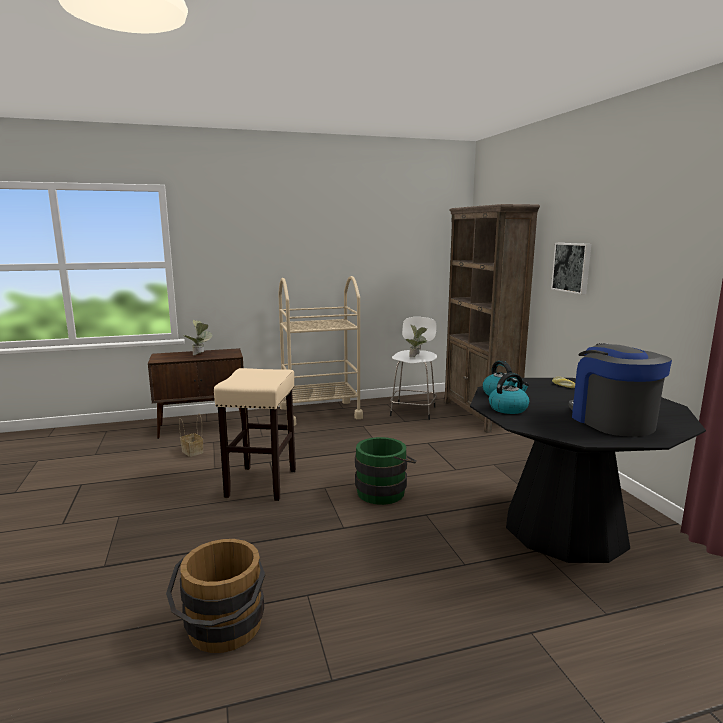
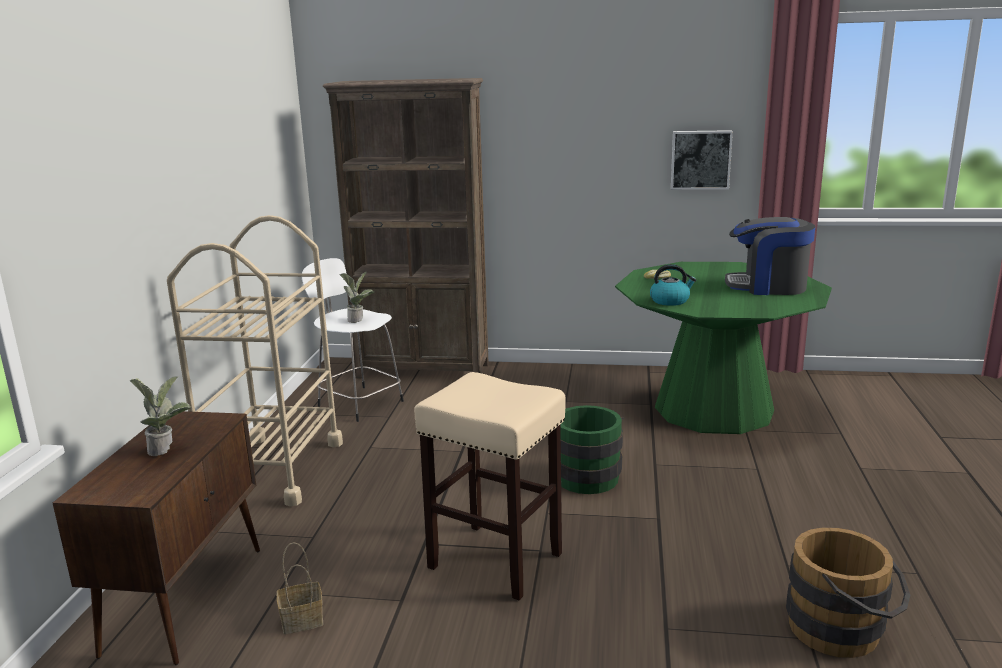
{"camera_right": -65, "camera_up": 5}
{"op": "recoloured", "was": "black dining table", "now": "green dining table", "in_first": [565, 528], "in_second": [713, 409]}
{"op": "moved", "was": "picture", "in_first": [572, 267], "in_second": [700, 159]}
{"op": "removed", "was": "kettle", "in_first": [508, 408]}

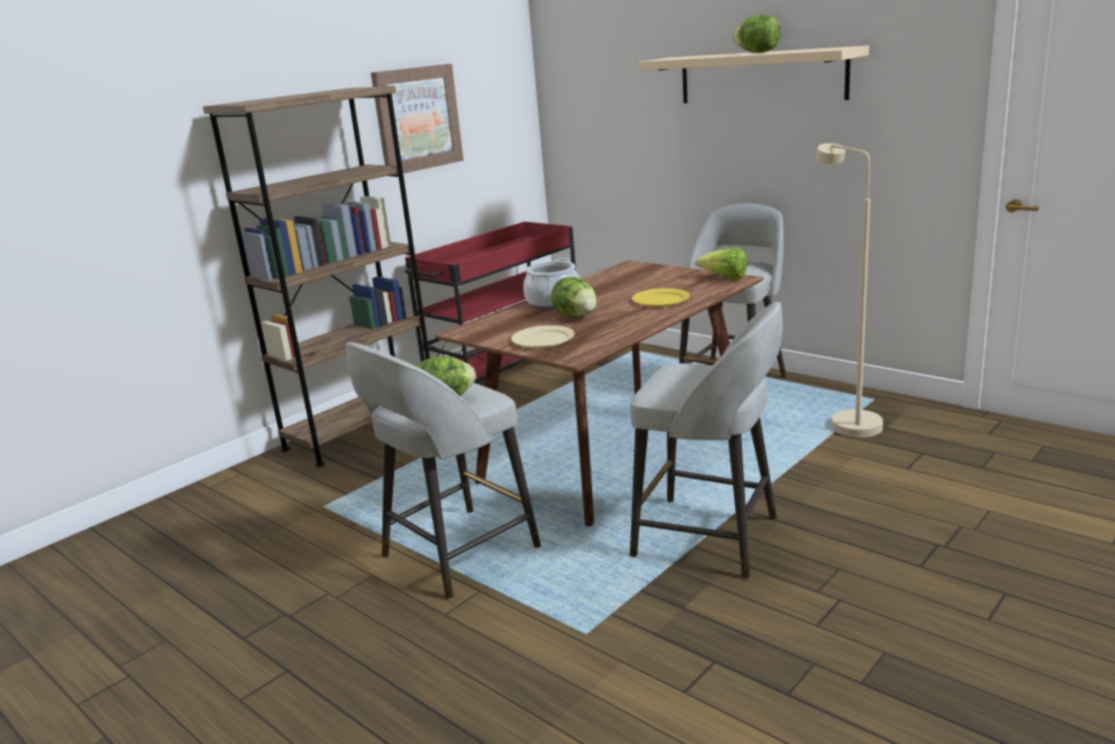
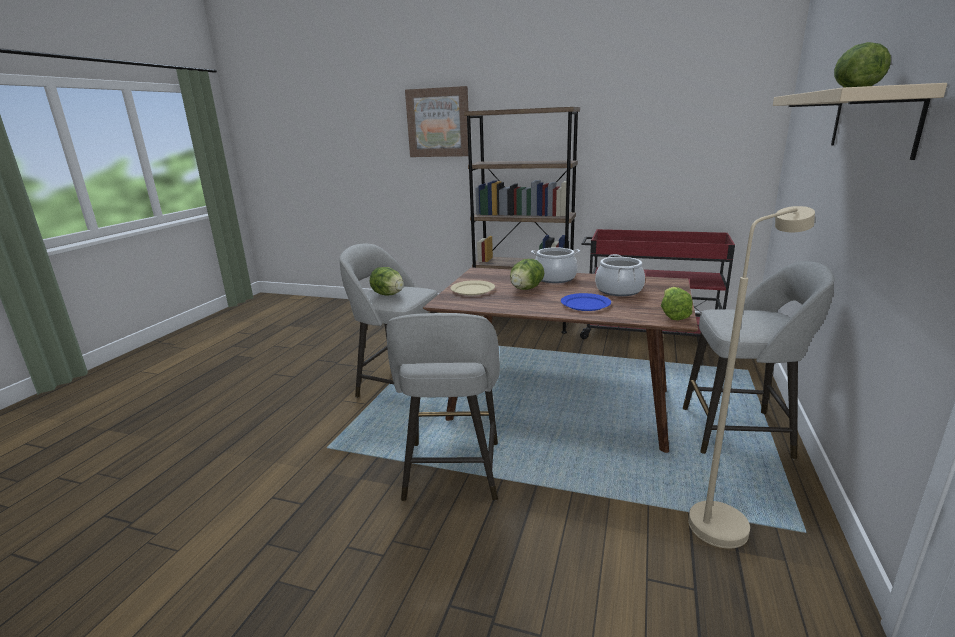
{"camera_right": 65, "camera_up": 0}
{"op": "moved", "was": "picture", "in_first": [417, 119], "in_second": [438, 123]}
{"op": "recoloured", "was": "yellow plate", "now": "blue plate", "in_first": [660, 300], "in_second": [585, 304]}
{"op": "added", "now": "cooking pot", "in_second": [619, 290]}

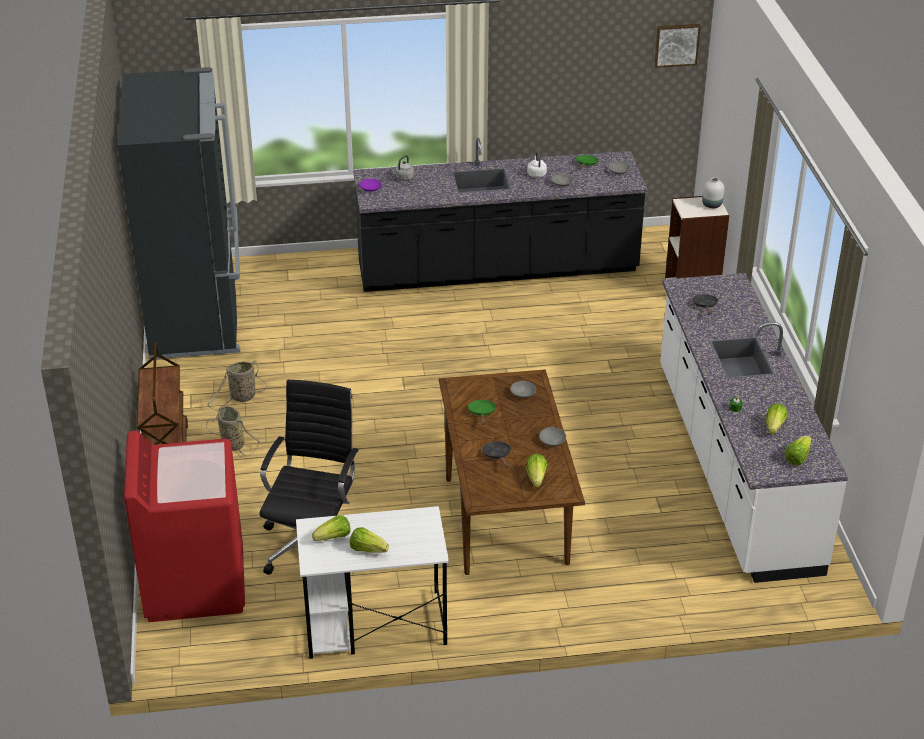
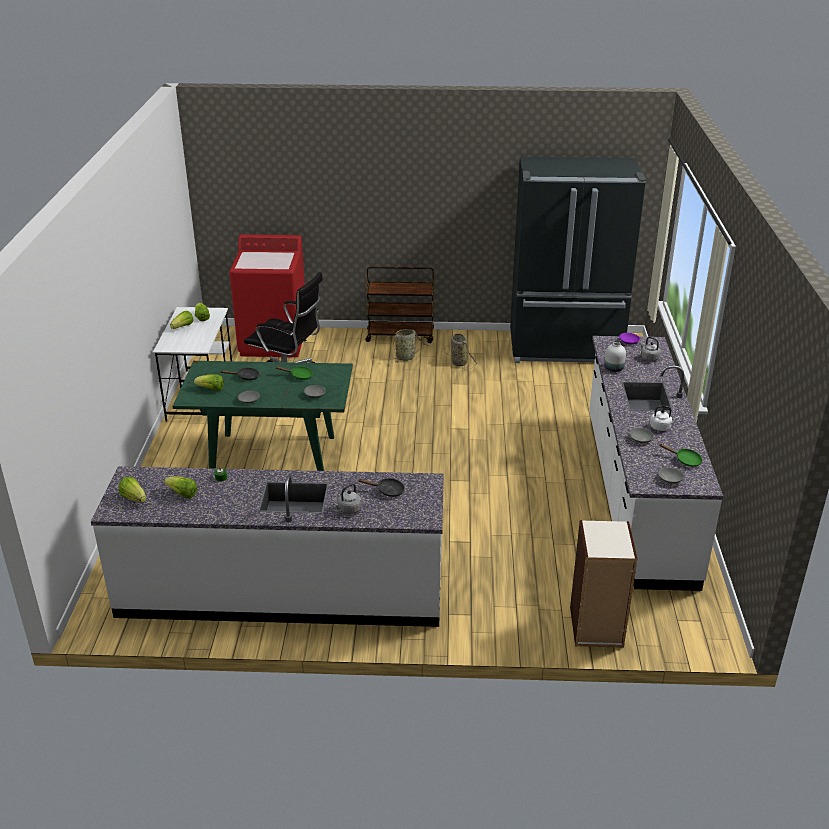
{"camera_right": 100, "camera_up": -5}
{"op": "recoloured", "was": "brown dining table", "now": "green dining table", "in_first": [506, 521], "in_second": [272, 458]}
{"op": "added", "now": "grey kettle", "in_second": [348, 510]}
{"op": "recoloured", "was": "black counter", "now": "white counter", "in_first": [497, 269], "in_second": [636, 495]}
{"op": "moved", "was": "white vase", "in_first": [712, 205], "in_second": [613, 369]}
{"op": "removed", "was": "picture", "in_first": [676, 44]}

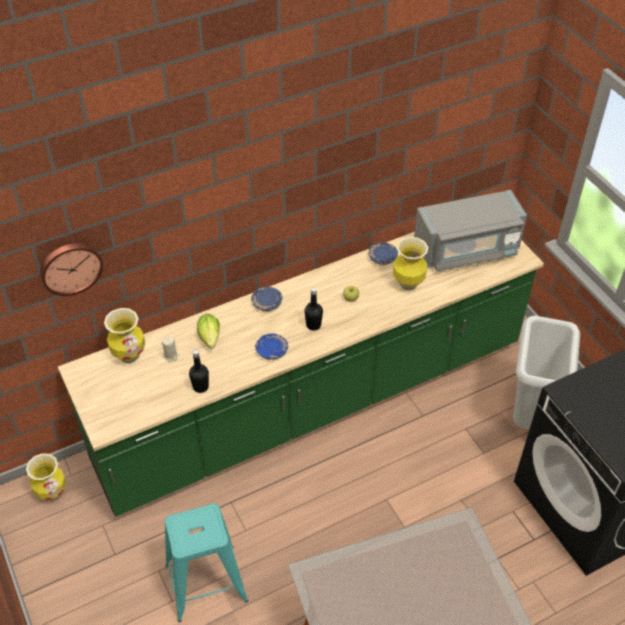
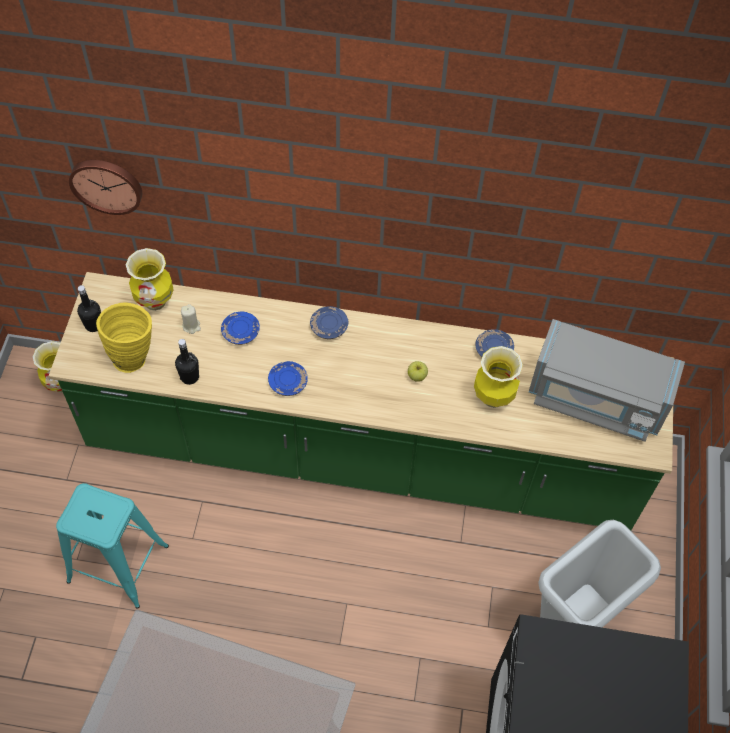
{"camera_right": 35, "camera_up": 10}
{"op": "moved", "was": "black bottle", "in_first": [313, 325], "in_second": [94, 325]}
{"op": "added", "now": "yellow vase", "in_second": [133, 355]}
{"op": "replaced", "was": "lettuce", "now": "blue plate", "in_first": [210, 339], "in_second": [241, 332]}

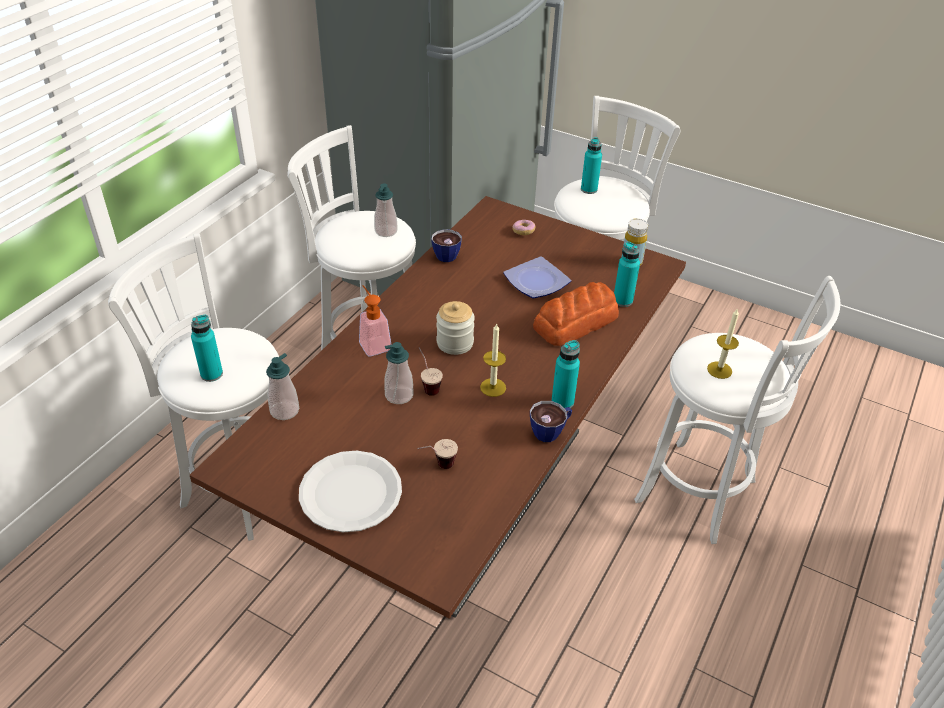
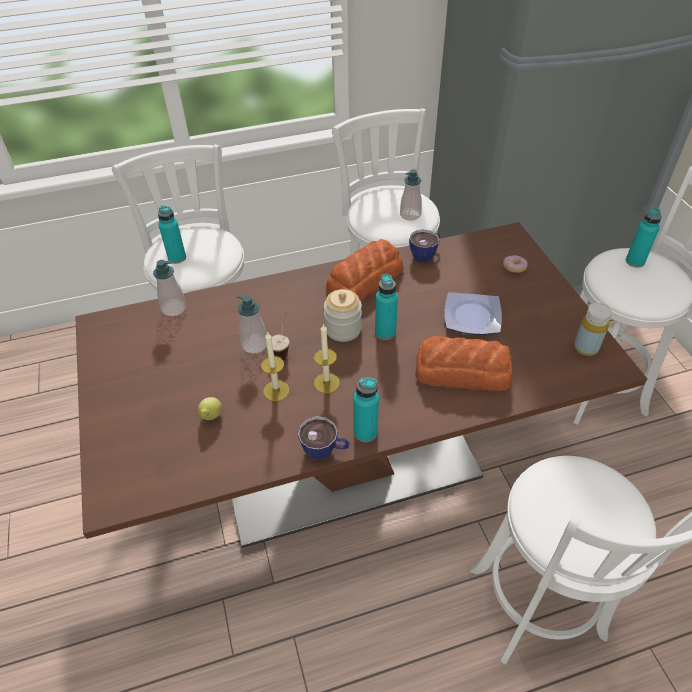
{"camera_right": 45, "camera_up": 5}
{"op": "replaced", "was": "cup", "now": "lemon", "in_first": [437, 467], "in_second": [211, 417]}
{"op": "moved", "was": "candle", "in_first": [719, 370], "in_second": [276, 391]}
{"op": "added", "now": "bread", "in_second": [364, 280]}
{"op": "moved", "was": "turquoise bottle", "in_first": [622, 300], "in_second": [385, 332]}
{"op": "removed", "was": "white plate", "in_first": [351, 492]}
{"op": "removed", "was": "soap dispenser", "in_first": [373, 343]}

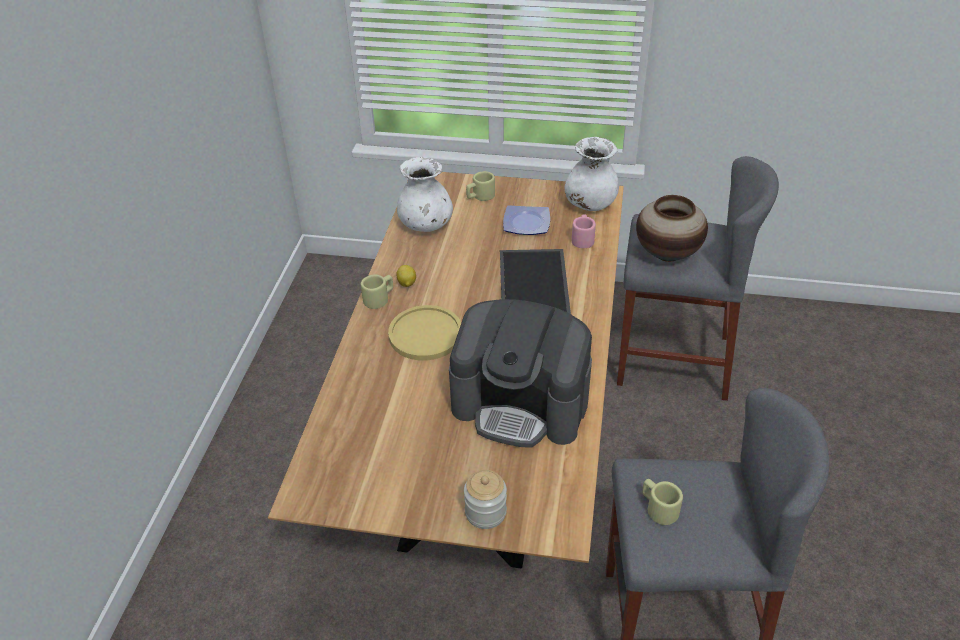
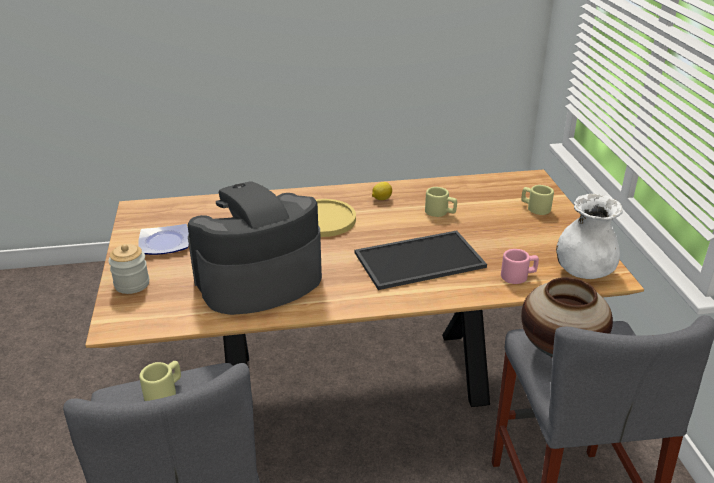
{"camera_right": 70, "camera_up": -10}
{"op": "moved", "was": "plate", "in_first": [527, 224], "in_second": [163, 244]}
{"op": "turned", "was": "coffee machine", "in_first": [521, 403], "in_second": [258, 280], "clockwise": 60}
{"op": "moved", "was": "beige mug", "in_first": [379, 298], "in_second": [440, 212]}
{"op": "removed", "was": "white vase", "in_first": [426, 225]}

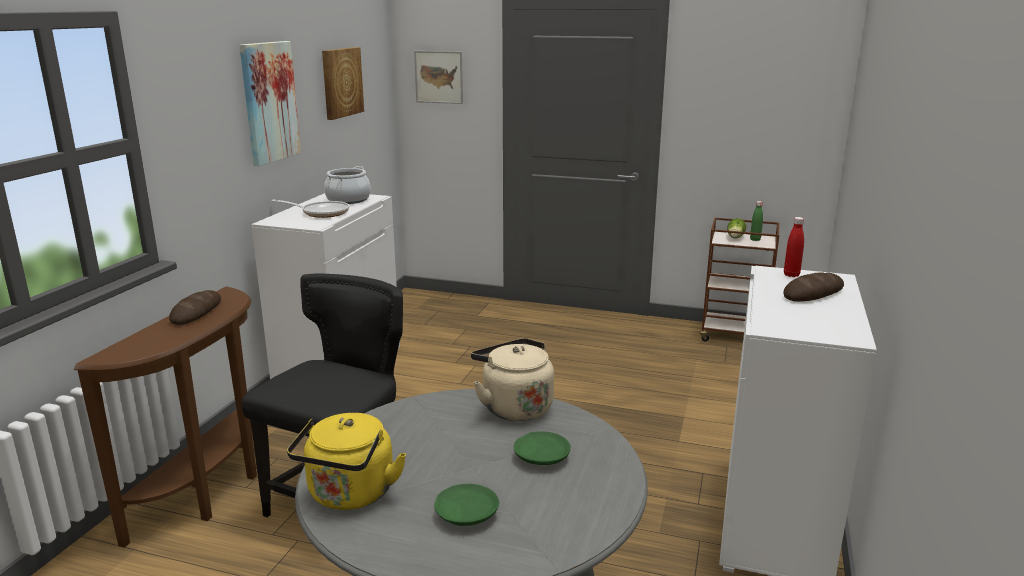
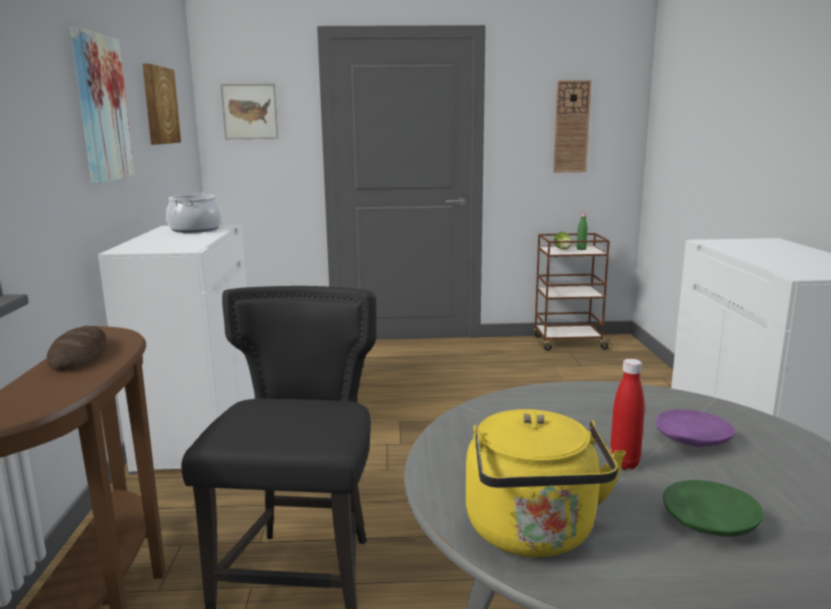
{"camera_right": -20, "camera_up": -5}
{"op": "added", "now": "wall clock", "in_second": [571, 127]}
{"op": "moved", "was": "red bottle", "in_first": [791, 275], "in_second": [624, 464]}
{"op": "recoloured", "was": "green plate", "now": "purple plate", "in_first": [541, 456], "in_second": [691, 438]}
{"op": "removed", "was": "frying pan", "in_first": [321, 213]}
{"op": "removed", "was": "beige kettle", "in_first": [514, 407]}
{"op": "removed", "was": "bread", "in_first": [813, 293]}

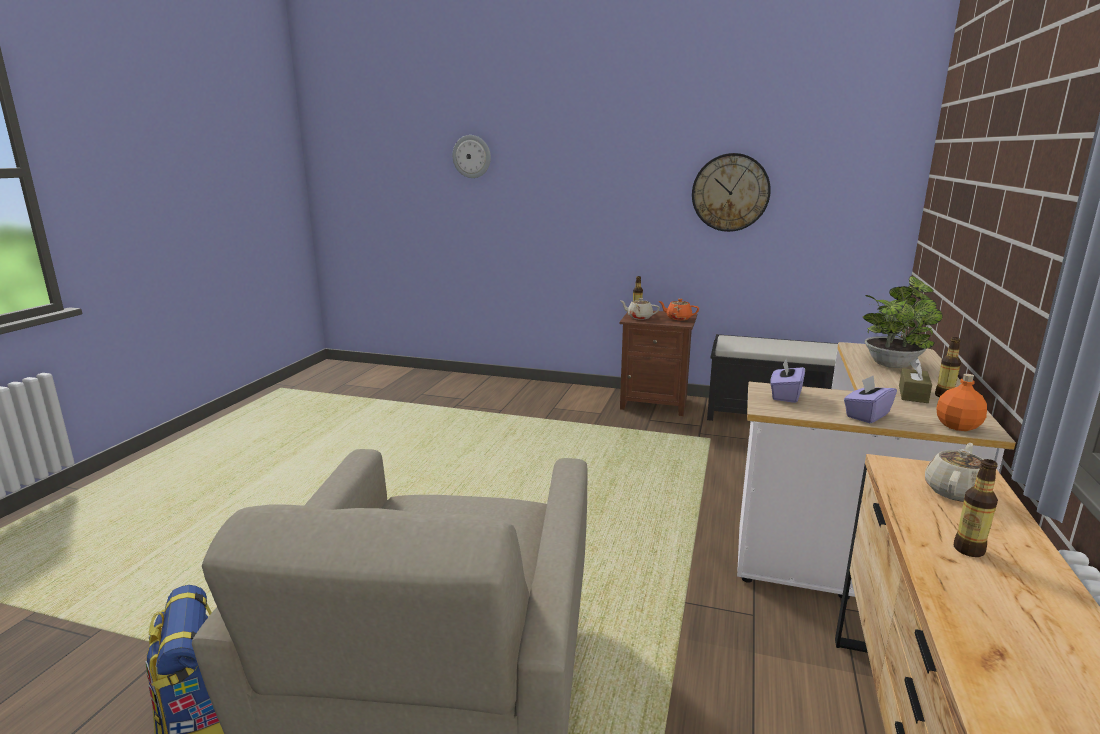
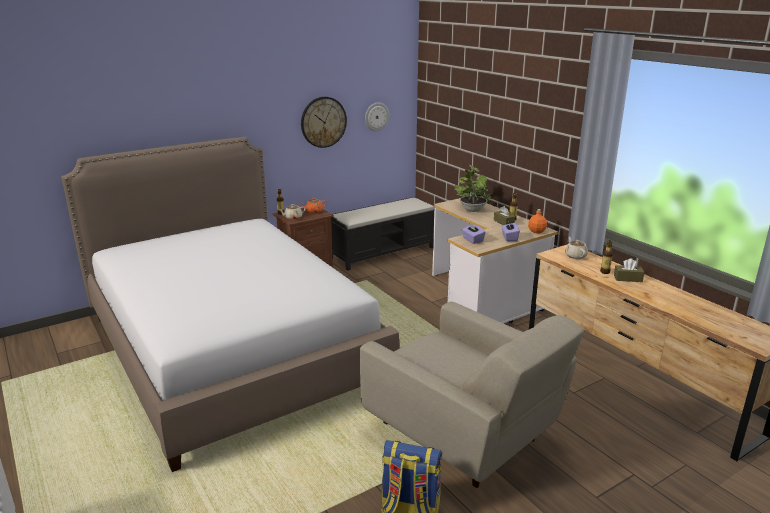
{"camera_right": -50, "camera_up": 5}
{"op": "added", "now": "bed", "in_second": [231, 349]}
{"op": "moved", "was": "wall clock", "in_first": [472, 156], "in_second": [376, 116]}
{"op": "added", "now": "brown tissue box", "in_second": [628, 278]}

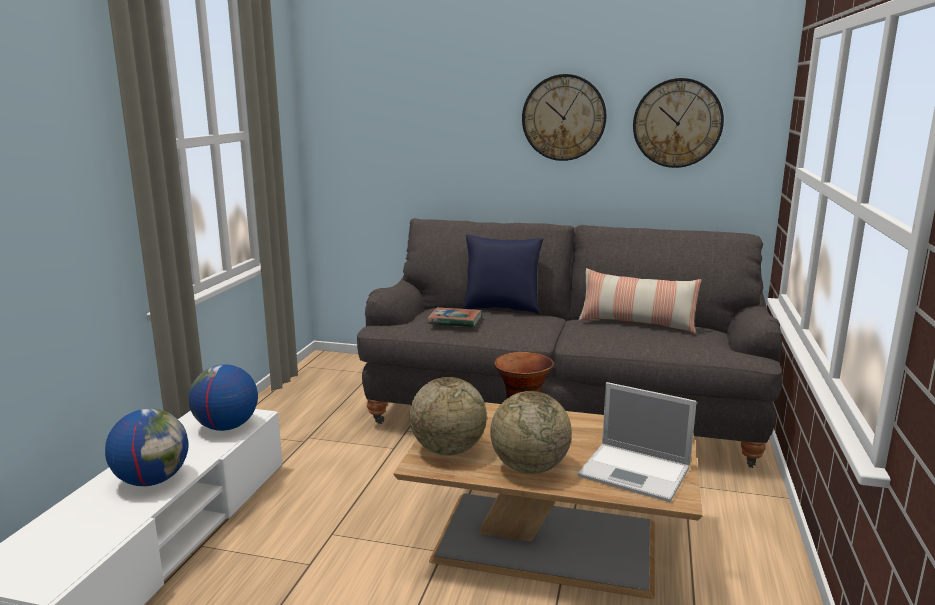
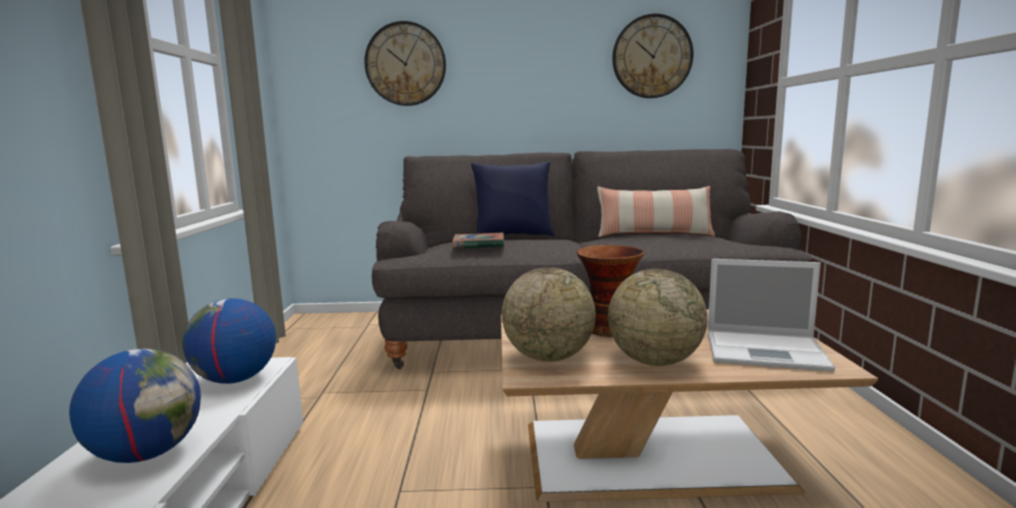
{"camera_right": -15, "camera_up": -5}
{"op": "moved", "was": "wall clock", "in_first": [564, 117], "in_second": [405, 64]}

